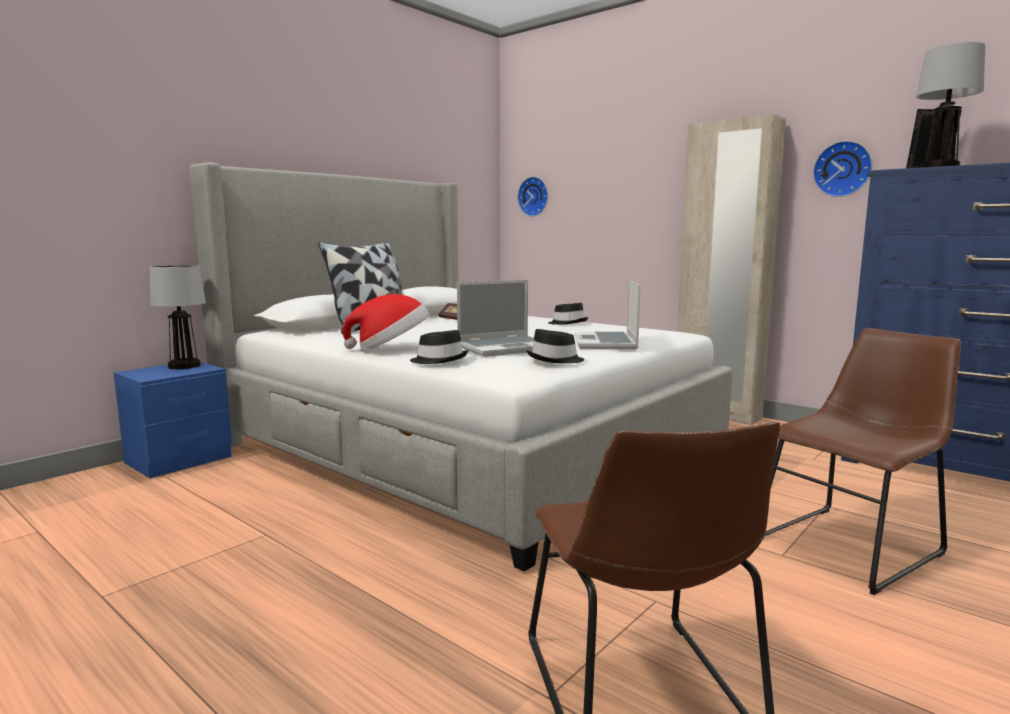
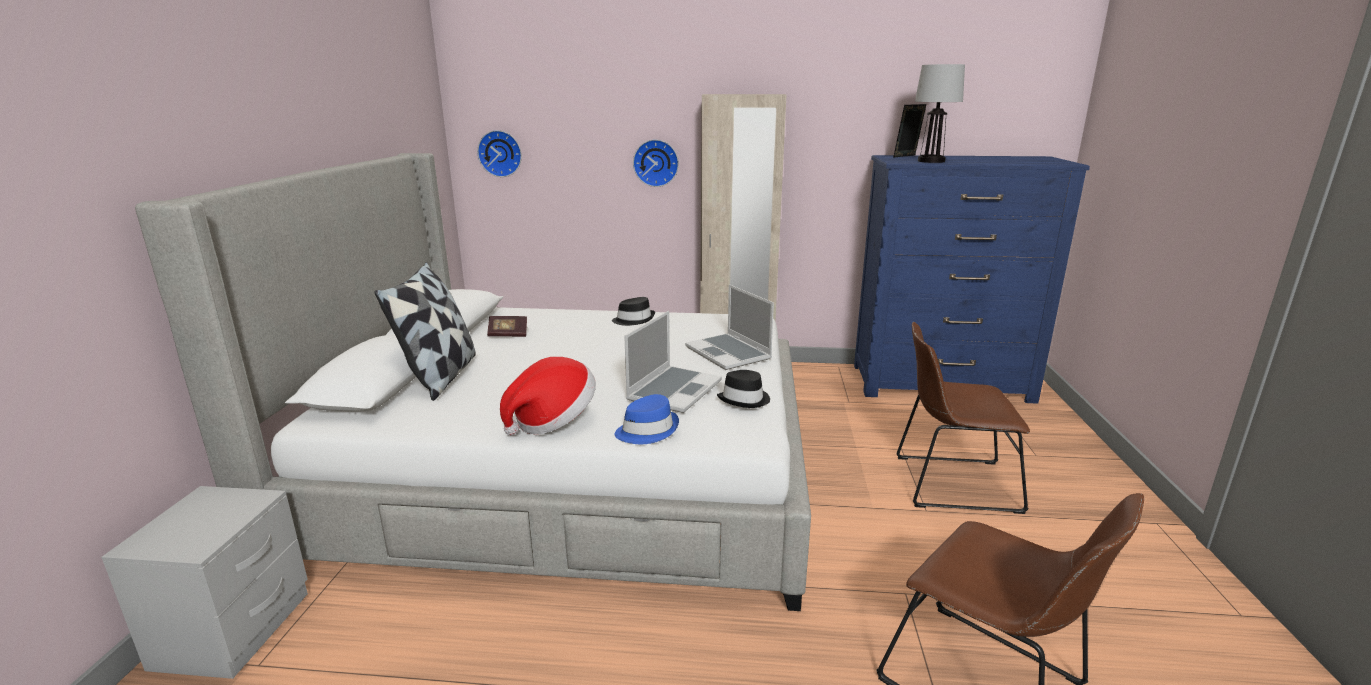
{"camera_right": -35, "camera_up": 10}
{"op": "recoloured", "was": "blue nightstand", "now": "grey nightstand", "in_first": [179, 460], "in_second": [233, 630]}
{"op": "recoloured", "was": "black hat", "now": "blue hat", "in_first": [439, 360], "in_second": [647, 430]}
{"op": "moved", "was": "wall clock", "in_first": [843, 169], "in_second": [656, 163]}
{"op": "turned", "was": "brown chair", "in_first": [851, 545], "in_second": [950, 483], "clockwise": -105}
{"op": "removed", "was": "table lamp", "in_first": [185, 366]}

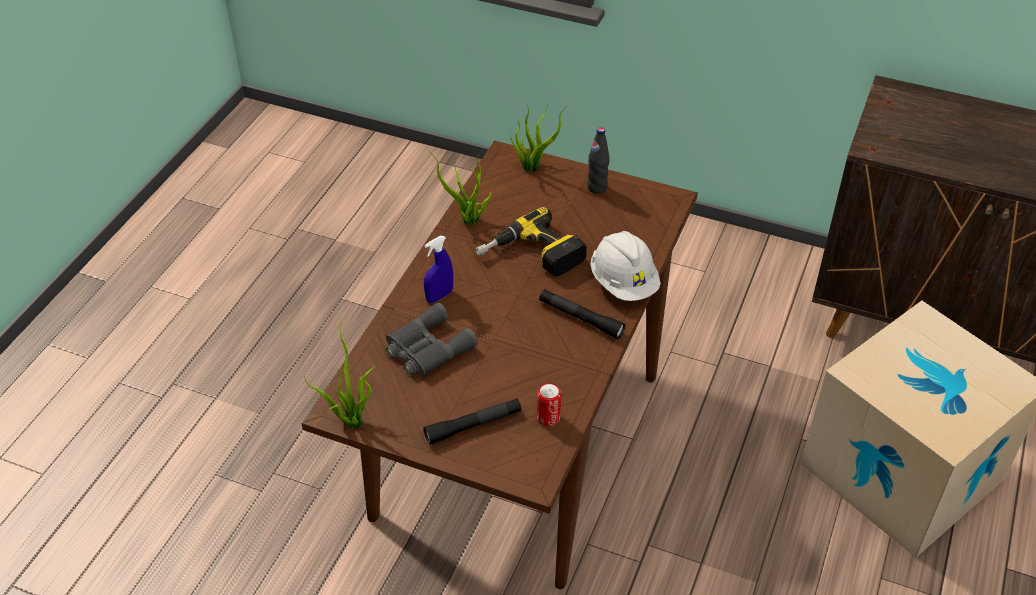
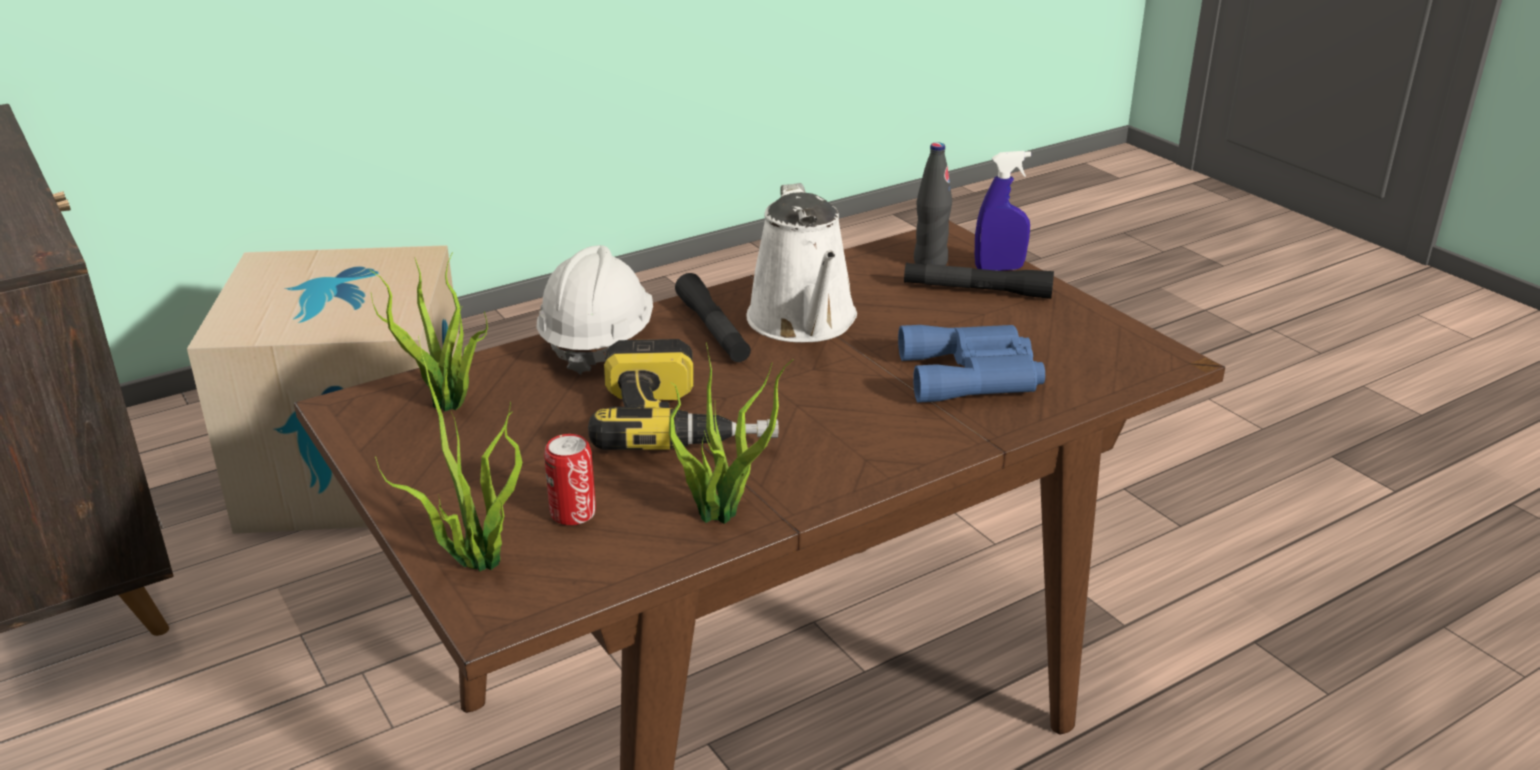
{"camera_right": -145, "camera_up": -15}
{"op": "moved", "was": "potted plant", "in_first": [351, 420], "in_second": [449, 406]}
{"op": "moved", "was": "can", "in_first": [548, 417], "in_second": [573, 513]}
{"op": "added", "now": "white watering can", "in_second": [804, 322]}
{"op": "recoloured", "was": "grey binoculars", "now": "blue binoculars", "in_first": [426, 349], "in_second": [974, 375]}
{"op": "moved", "was": "black bottle", "in_first": [597, 187], "in_second": [930, 262]}
{"op": "moved", "was": "blue spray bottle", "in_first": [439, 296], "in_second": [999, 269]}

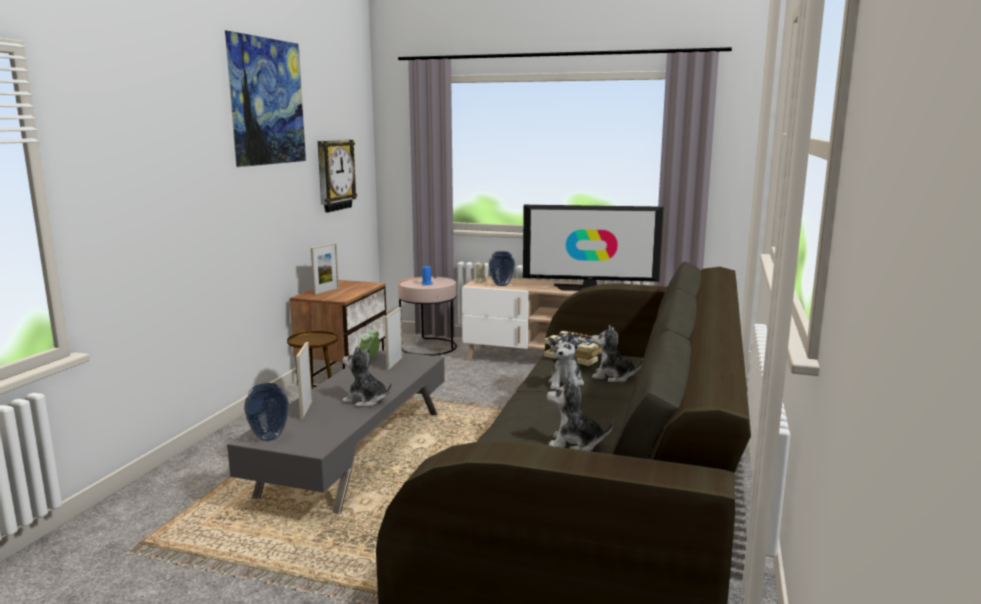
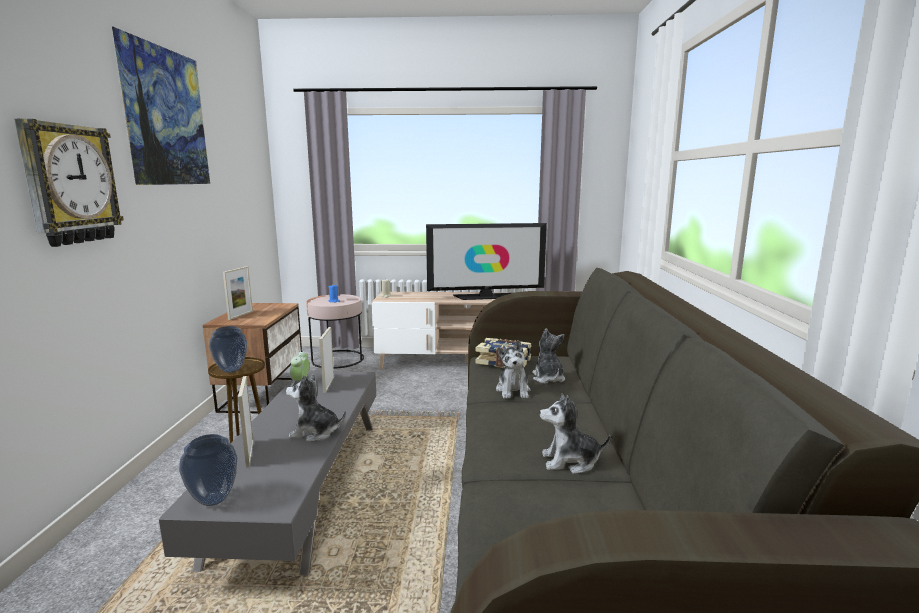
{"camera_right": -15, "camera_up": 0}
{"op": "moved", "was": "wall clock", "in_first": [334, 175], "in_second": [70, 184]}
{"op": "moved", "was": "vase", "in_first": [501, 285], "in_second": [231, 370]}
{"op": "turned", "was": "plush toy", "in_first": [613, 377], "in_second": [548, 378], "clockwise": 75}

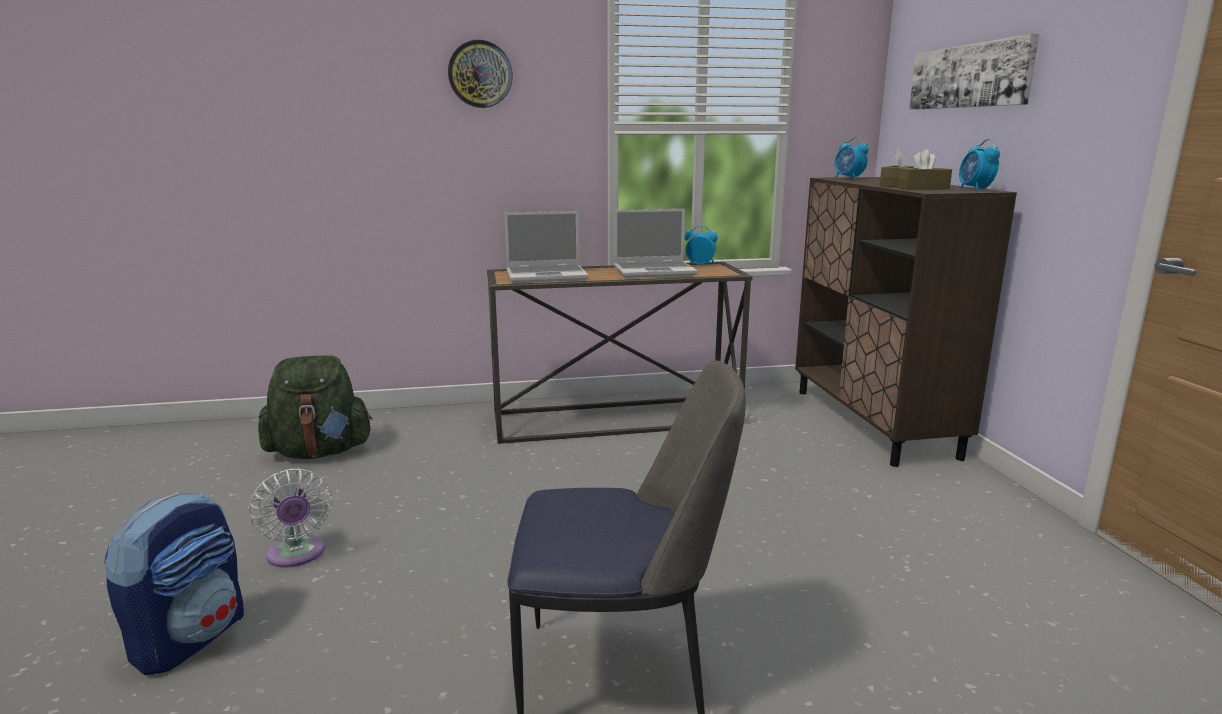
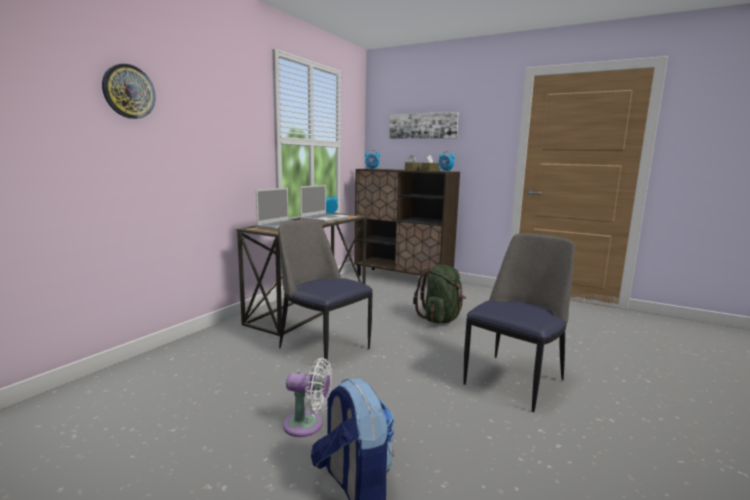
{"camera_right": -50, "camera_up": -5}
{"op": "moved", "was": "wall clock", "in_first": [480, 74], "in_second": [128, 91]}
{"op": "added", "now": "chair", "in_second": [323, 347]}
{"op": "moved", "was": "green backpack", "in_first": [320, 452], "in_second": [440, 319]}

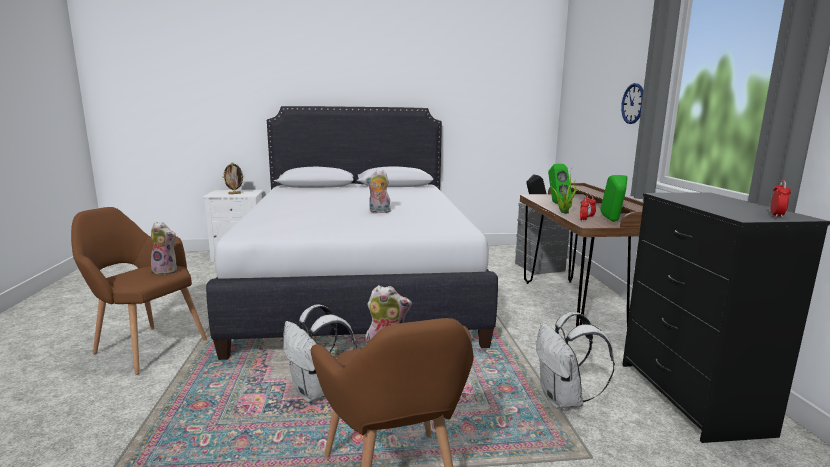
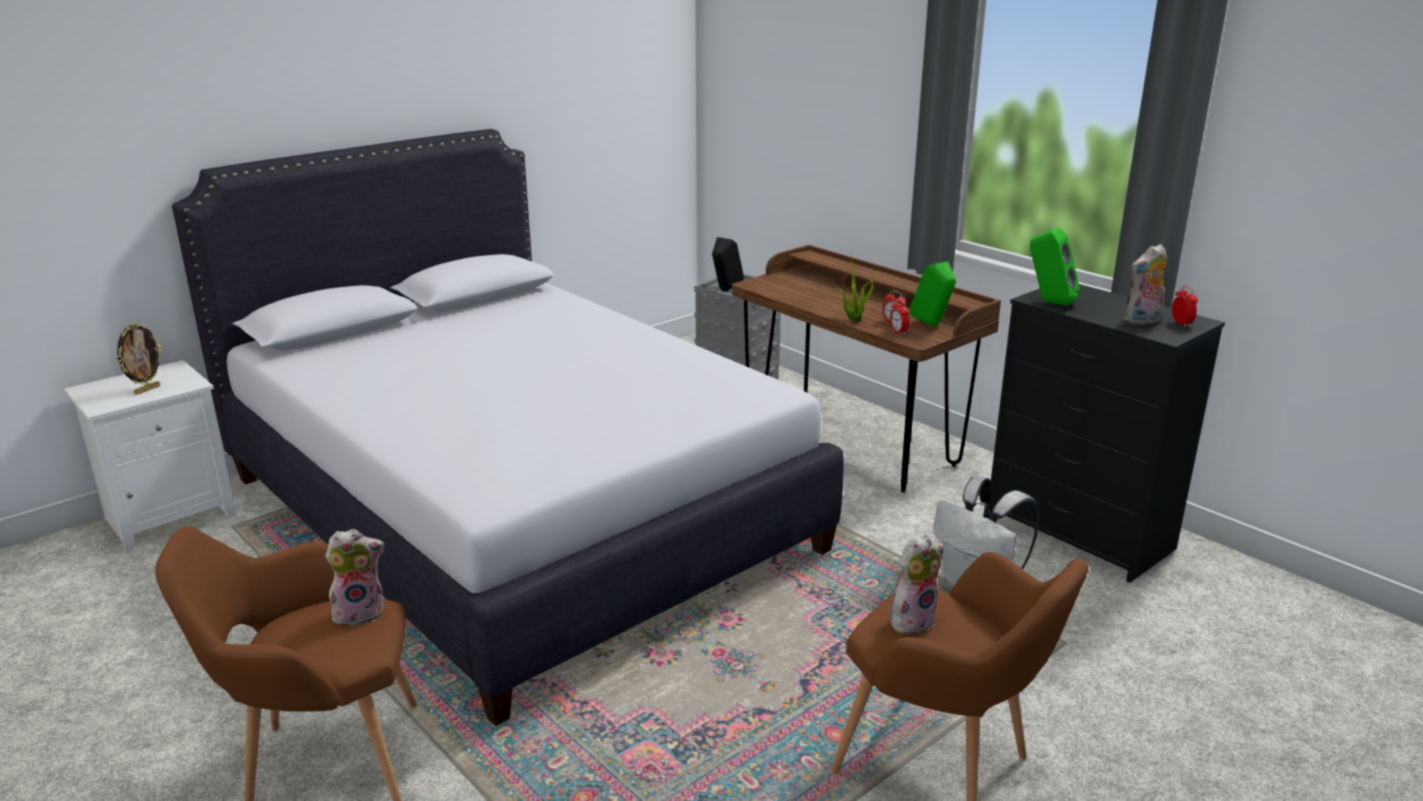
{"camera_right": -35, "camera_up": 10}
{"op": "moved", "was": "green speaker", "in_first": [556, 203], "in_second": [1049, 302]}
{"op": "moved", "was": "plush toy", "in_first": [378, 211], "in_second": [1142, 321]}
{"op": "removed", "was": "white backpack", "in_first": [316, 392]}
{"op": "removed", "was": "wall clock", "in_first": [633, 103]}

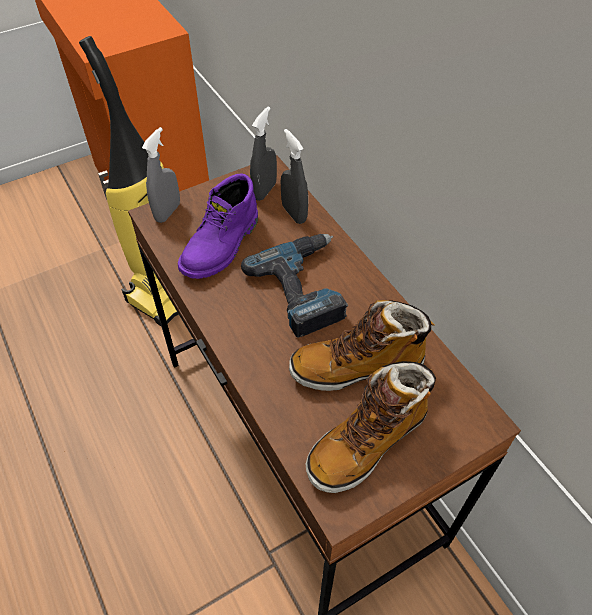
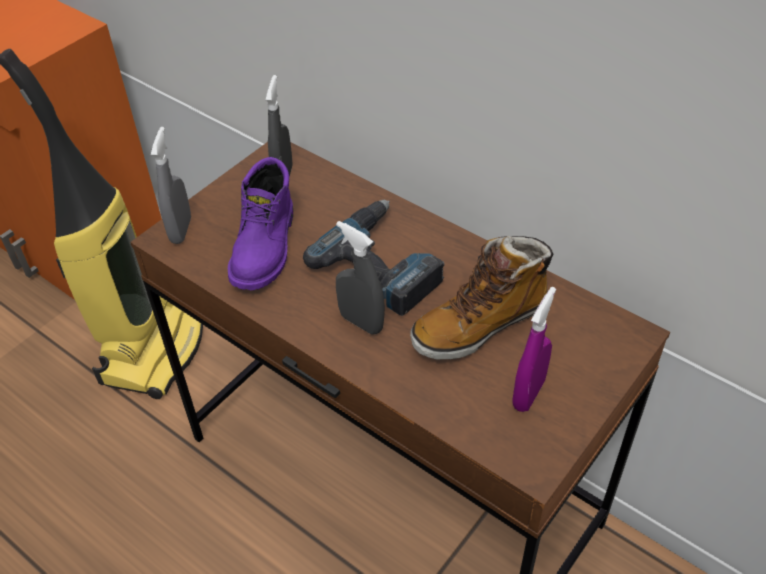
{"camera_right": -20, "camera_up": -5}
{"op": "moved", "was": "grey spray bottle", "in_first": [294, 213], "in_second": [361, 322]}
{"op": "replaced", "was": "boot", "now": "purple spray bottle", "in_first": [367, 442], "in_second": [528, 393]}

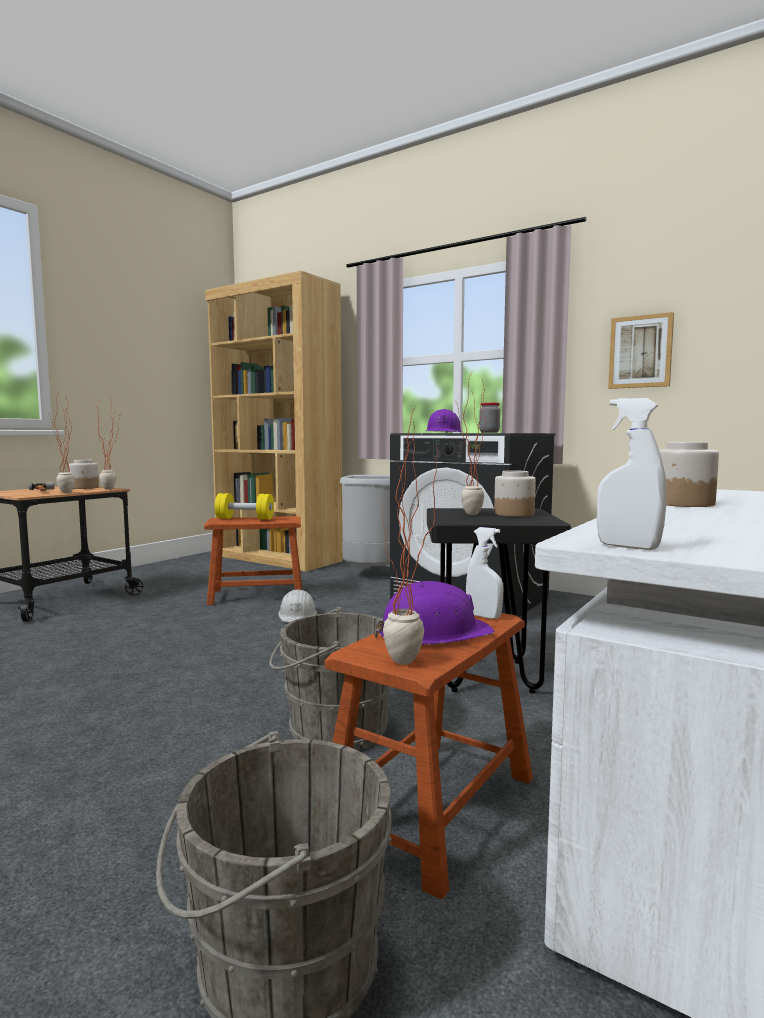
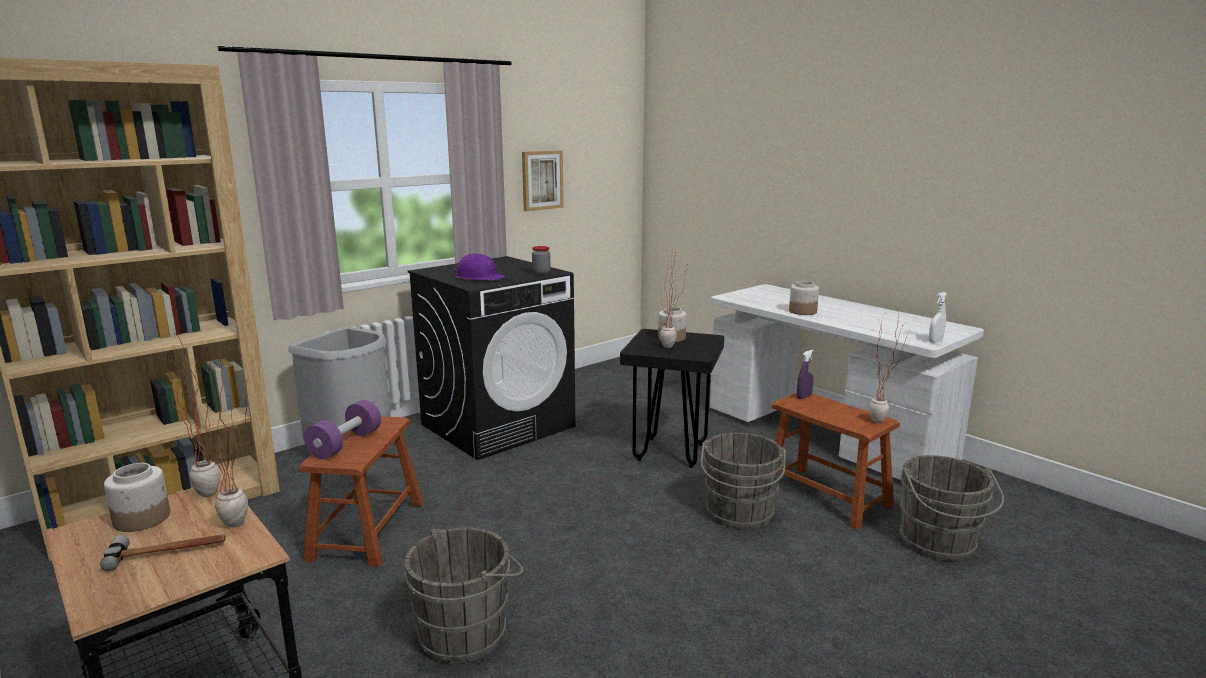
{"camera_right": -75, "camera_up": 10}
{"op": "recoloured", "was": "yellow dumbbell", "now": "purple dumbbell", "in_first": [245, 518], "in_second": [345, 444]}
{"op": "added", "now": "grey bucket", "in_second": [468, 632]}
{"op": "recoloured", "was": "white spray bottle", "now": "purple spray bottle", "in_first": [483, 616], "in_second": [804, 397]}
{"op": "removed", "was": "white hard hat", "in_first": [297, 615]}
{"op": "removed", "was": "purple hard hat", "in_first": [433, 633]}

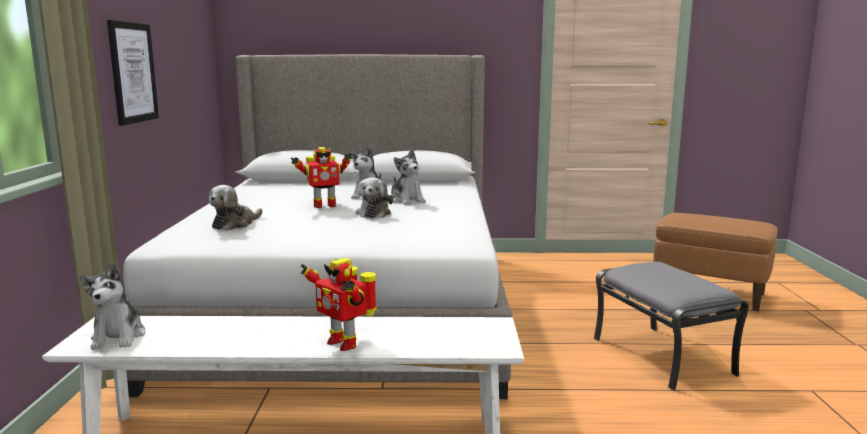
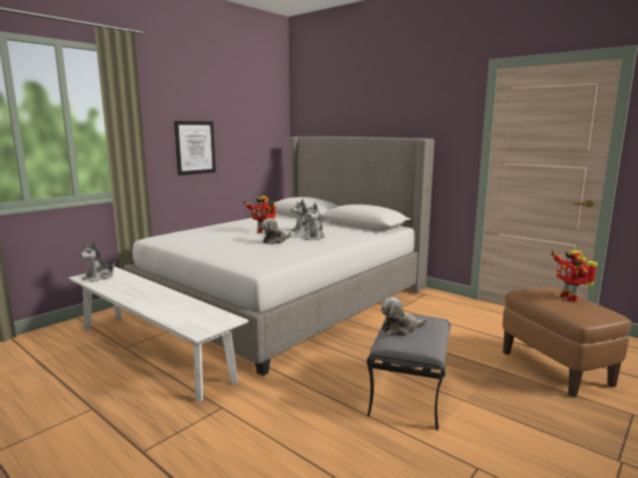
{"camera_right": 40, "camera_up": 0}
{"op": "moved", "was": "plush toy", "in_first": [235, 224], "in_second": [400, 329]}
{"op": "moved", "was": "toy robot", "in_first": [343, 343], "in_second": [569, 298]}

